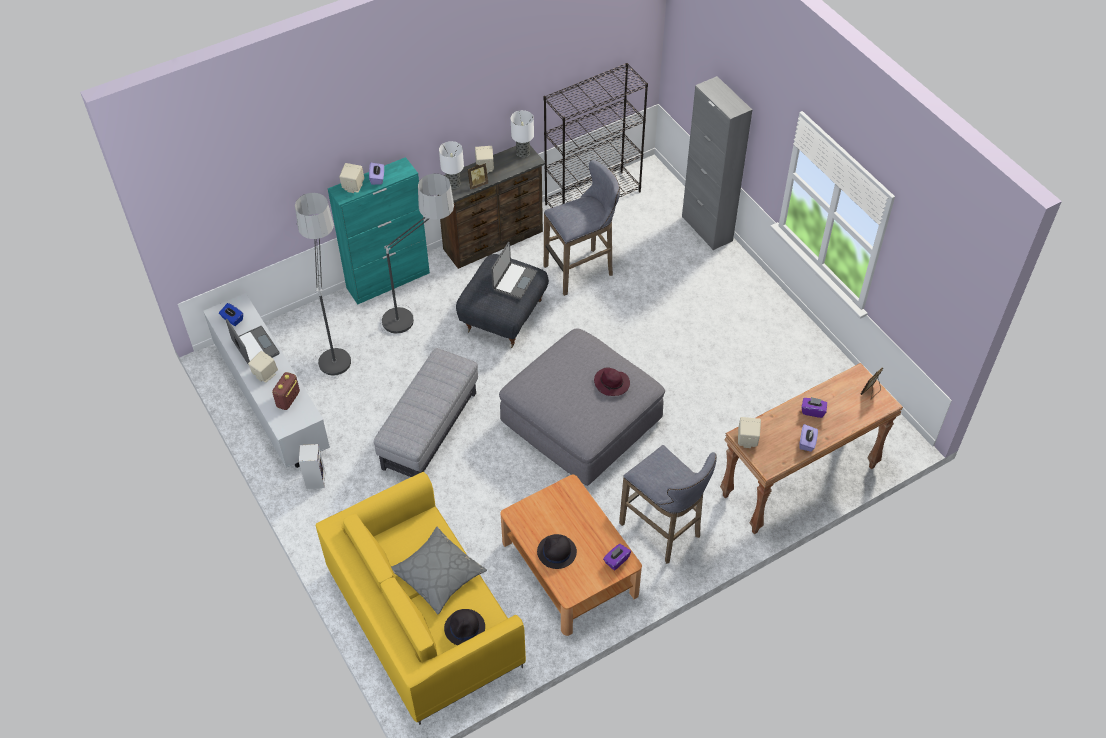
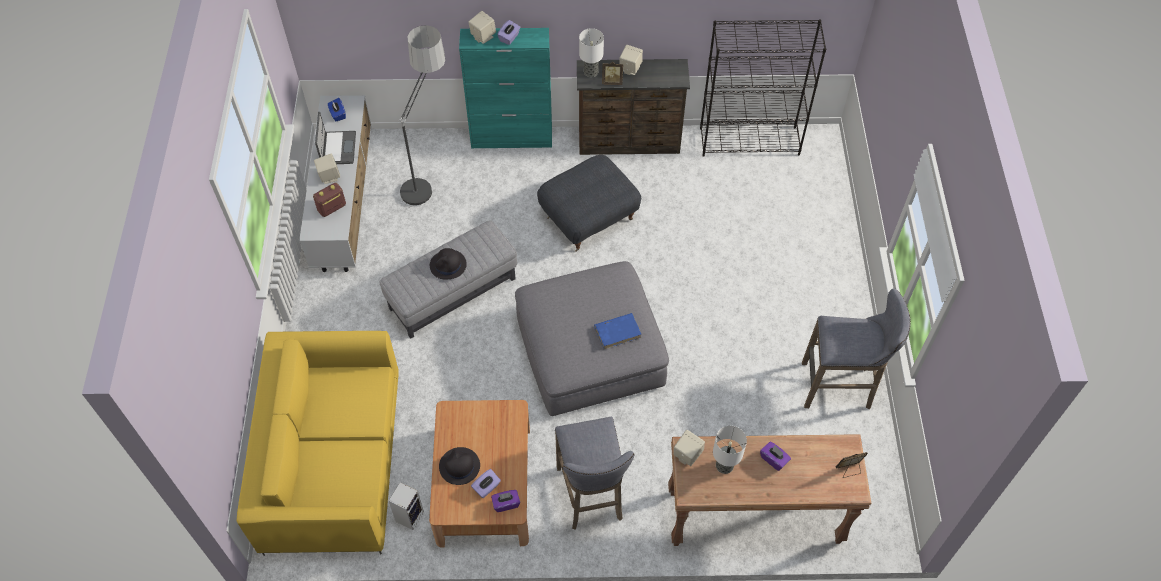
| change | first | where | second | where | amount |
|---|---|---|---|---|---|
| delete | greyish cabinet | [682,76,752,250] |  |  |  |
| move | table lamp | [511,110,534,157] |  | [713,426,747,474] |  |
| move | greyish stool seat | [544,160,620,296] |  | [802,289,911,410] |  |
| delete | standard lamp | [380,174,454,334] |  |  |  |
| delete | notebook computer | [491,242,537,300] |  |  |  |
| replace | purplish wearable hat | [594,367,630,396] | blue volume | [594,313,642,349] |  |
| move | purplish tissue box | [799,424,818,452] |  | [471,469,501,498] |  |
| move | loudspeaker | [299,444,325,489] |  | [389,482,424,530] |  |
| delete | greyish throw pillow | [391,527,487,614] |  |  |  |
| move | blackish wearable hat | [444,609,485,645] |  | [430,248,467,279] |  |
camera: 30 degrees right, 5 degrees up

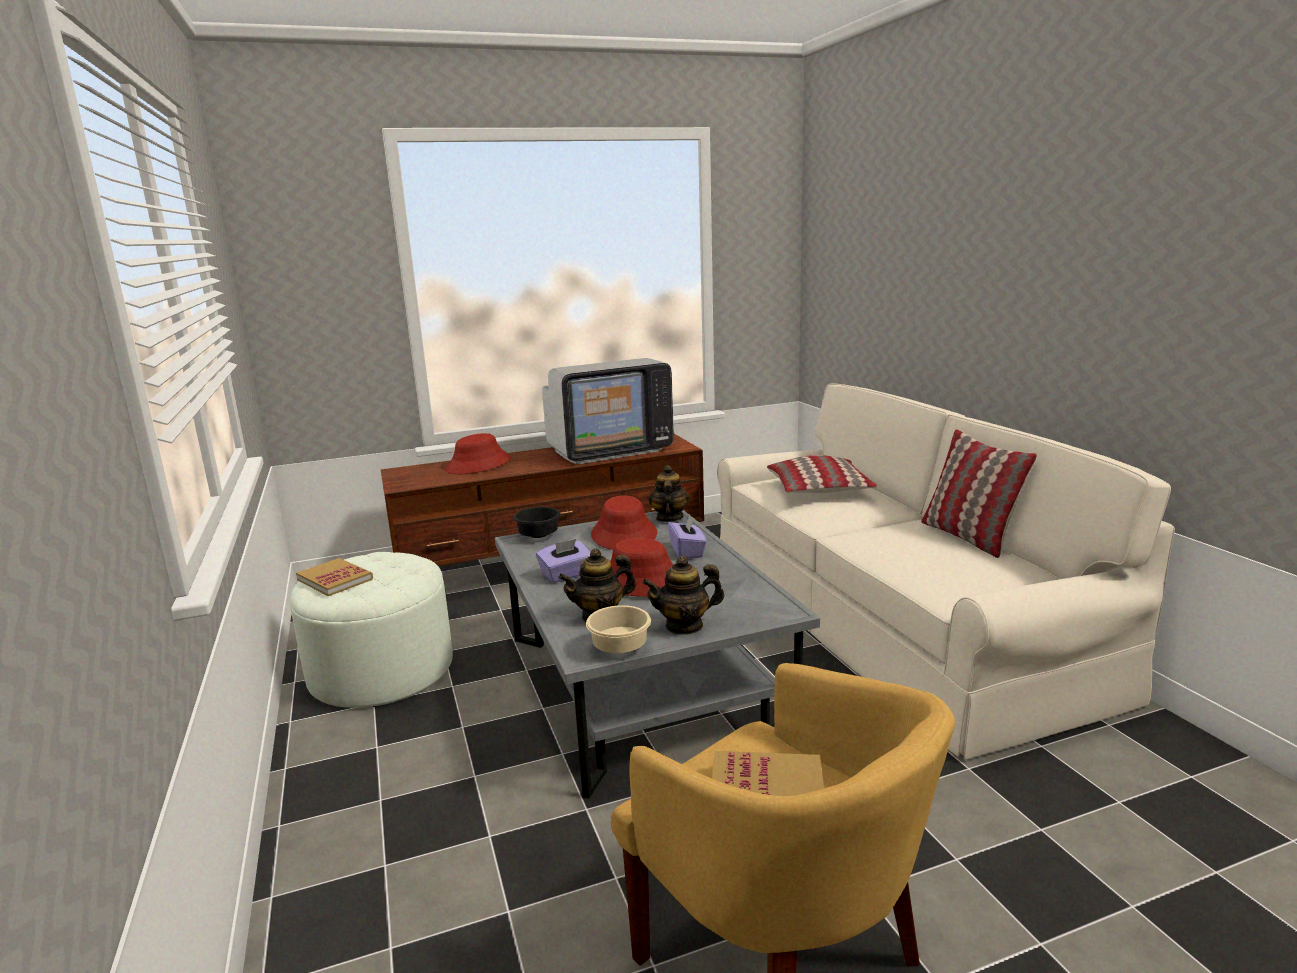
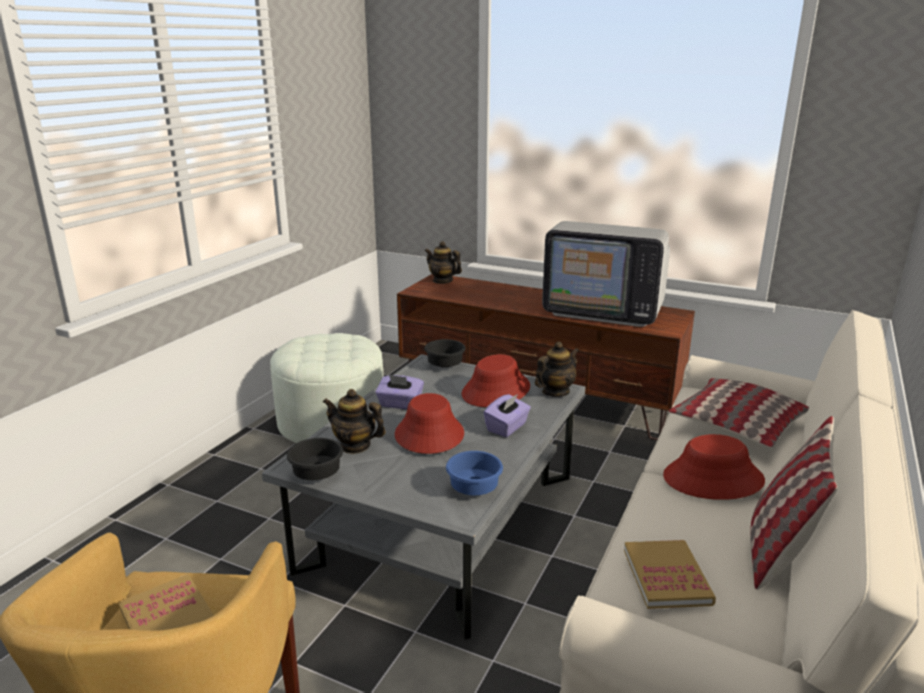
| change | first | where | second | where | amount |
|---|---|---|---|---|---|
| move | red wearable hat | [446,433,511,474] |  | [663,434,765,500] |  |
| move | teapot | [642,556,724,635] |  | [425,241,462,284] |  |
| move | volume | [296,558,373,596] |  | [624,540,716,609] |  |
| recolor | beige bowl | [586,605,651,653] | blackish bowl | [287,438,343,480] |  |
| insert |  |  | blue bowl | [446,451,503,495] |  |
camera: 45 degrees right, 5 degrees up

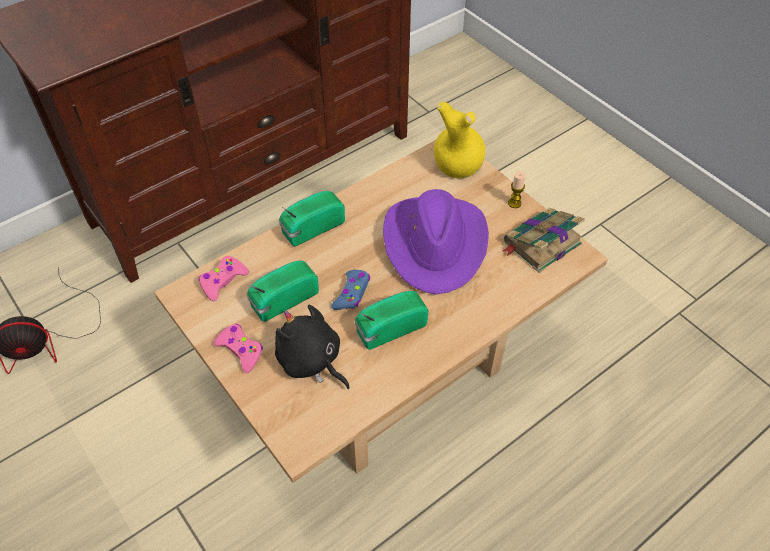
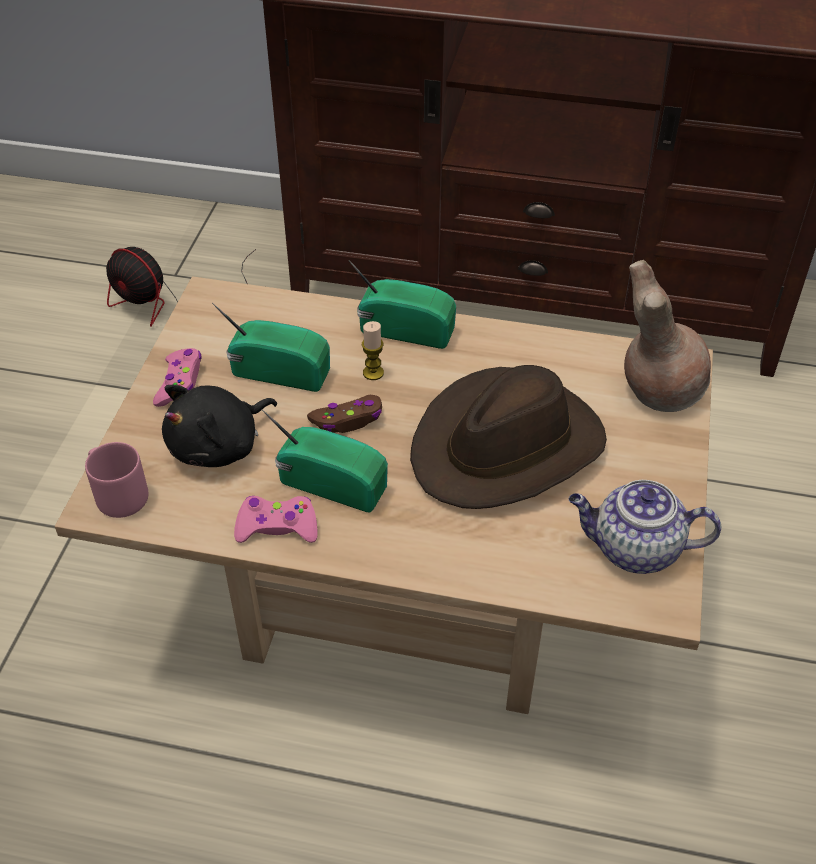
| change | first | where | second | where | amount |
|---|---|---|---|---|---|
| recolor | yellow-coloured flower vase | [434,101,485,179] | brown flower vase | [624,260,711,412] |  |
| move | candle | [508,171,526,208] |  | [362,321,384,380] |  |
| recolor | purplish wearable hat | [383,189,489,295] | brown wearable hat | [410,365,607,509] |  |
| replace | volume | [502,208,585,273] | teapot | [569,480,721,574] |  |
| move | pinkish gamepad | [198,256,249,301] |  | [234,496,318,543] |  |
| recolor | blue gamepad | [331,270,370,310] | brown gamepad | [307,395,382,433] |  |
| rotate | blackish soft toy | [275,305,350,389] |  | [162,385,277,467] | 135 degrees counterclockwise |
| insert |  |  | pinkish coffee mug | [85,442,149,518] |  |
camera: 50 degrees right, 5 degrees down

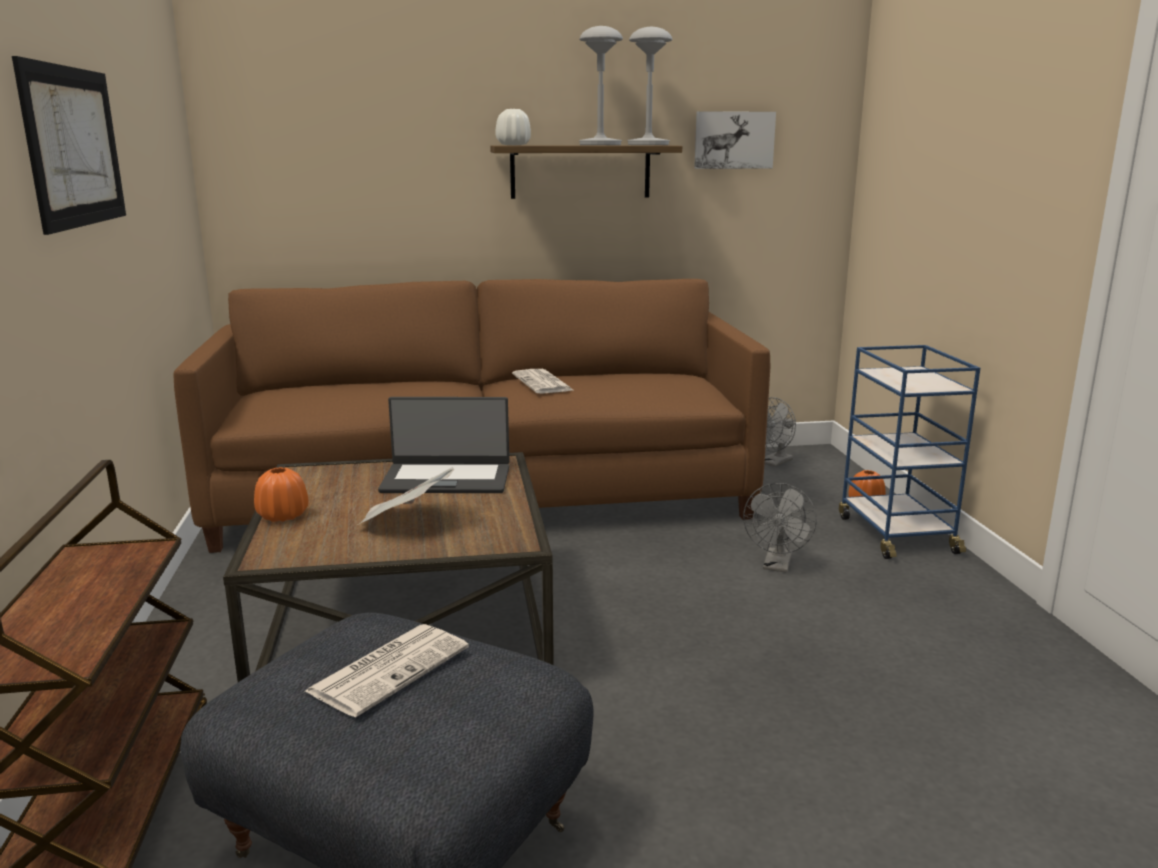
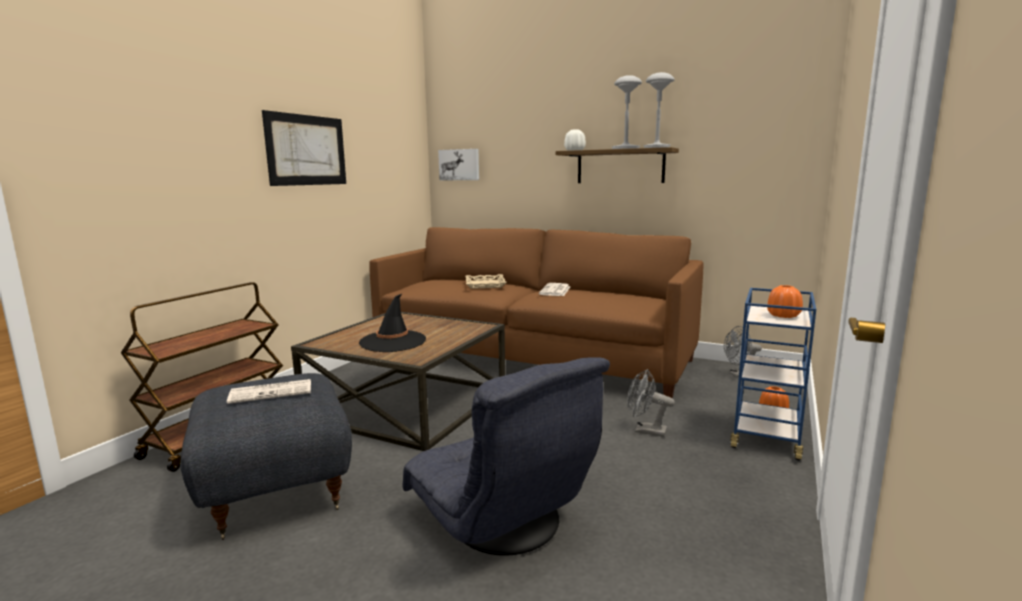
| change | first | where | second | where | amount |
|---|---|---|---|---|---|
| move | wall picture | [694,111,776,169] |  | [438,149,479,180] |  |
| delete | notebook computer | [378,397,509,493] |  |  |  |
| move | orangey flower vase | [254,467,309,522] |  | [767,285,803,318] |  |
| replace | newspaper | [359,468,454,524] | blackish wearable hat | [359,293,426,352] |  |
| rotate | greyish cooling fan | [743,483,817,573] |  | [627,369,675,437] | 60 degrees clockwise |
| insert |  |  | beige serving tray | [465,274,507,289] |  |
| insert |  |  | greyish armchair | [403,357,610,556] |  |
camera: 35 degrees right, 5 degrees down

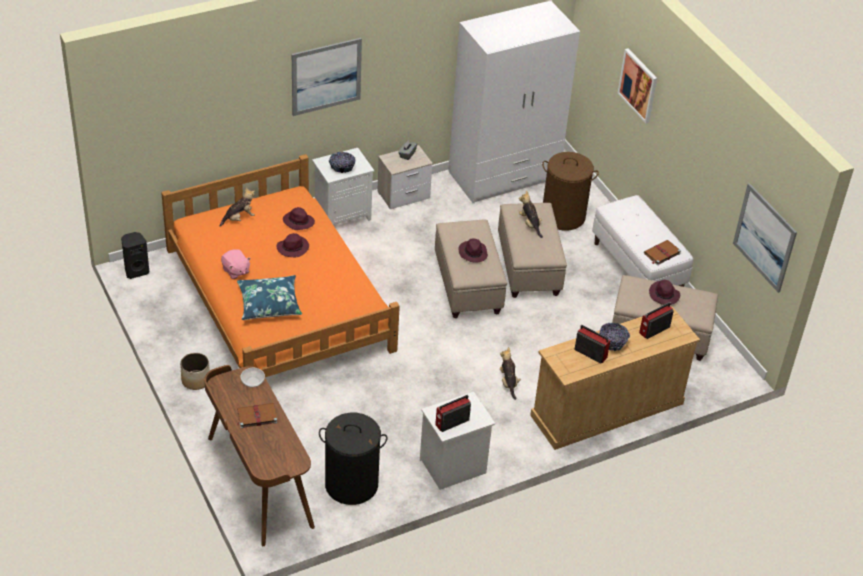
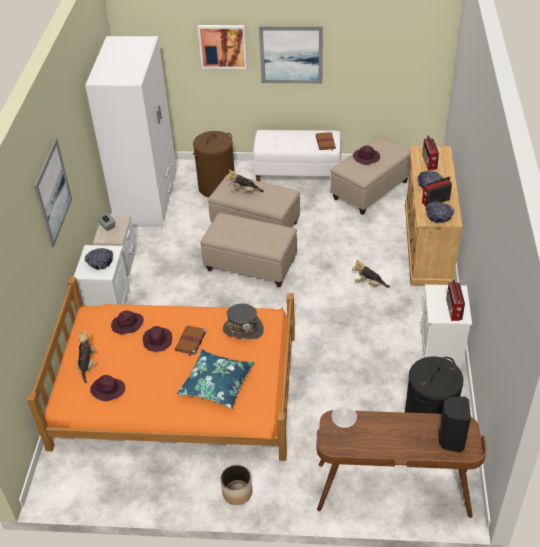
| change | first | where | second | where | amount |
|---|---|---|---|---|---|
| move | wall picture | [733,183,797,293] |  | [259,26,323,83] |  |
| move | blackish loudspeaker | [121,232,150,279] |  | [438,396,471,452] |  |
| move | purplish wearable hat | [458,239,488,263] |  | [90,375,125,401] |  |
| delete | pinkish soft toy | [221,249,251,279] |  |  |  |
| move | brown volume | [236,403,277,428] |  | [175,326,206,357] |  |
| insert |  |  | bowl | [426,202,454,223] |  |
| insert |  |  | greyish wearable hat | [223,304,264,339] |  |
camera: 55 degrees left, 0 degrees up

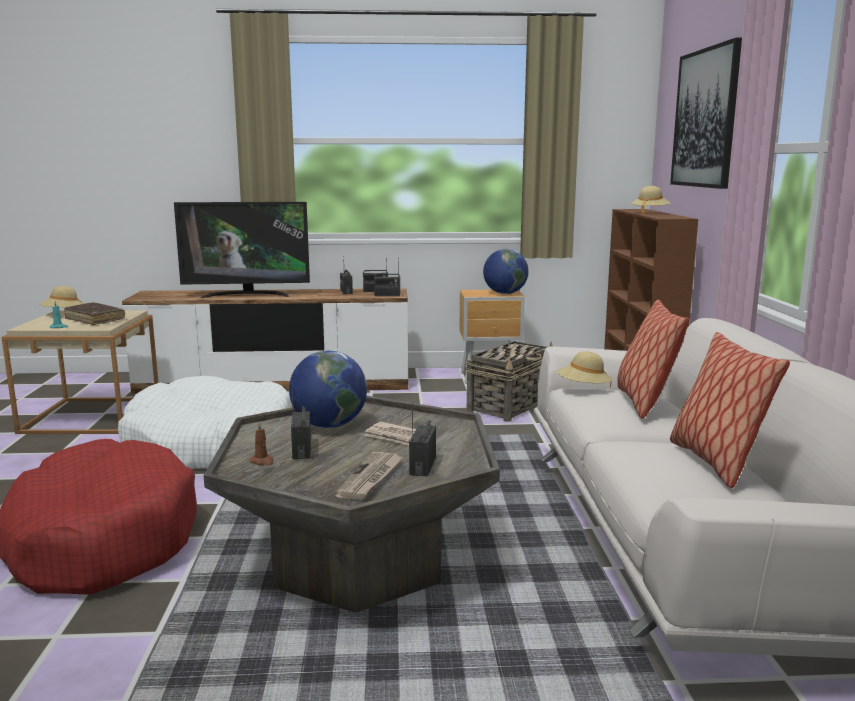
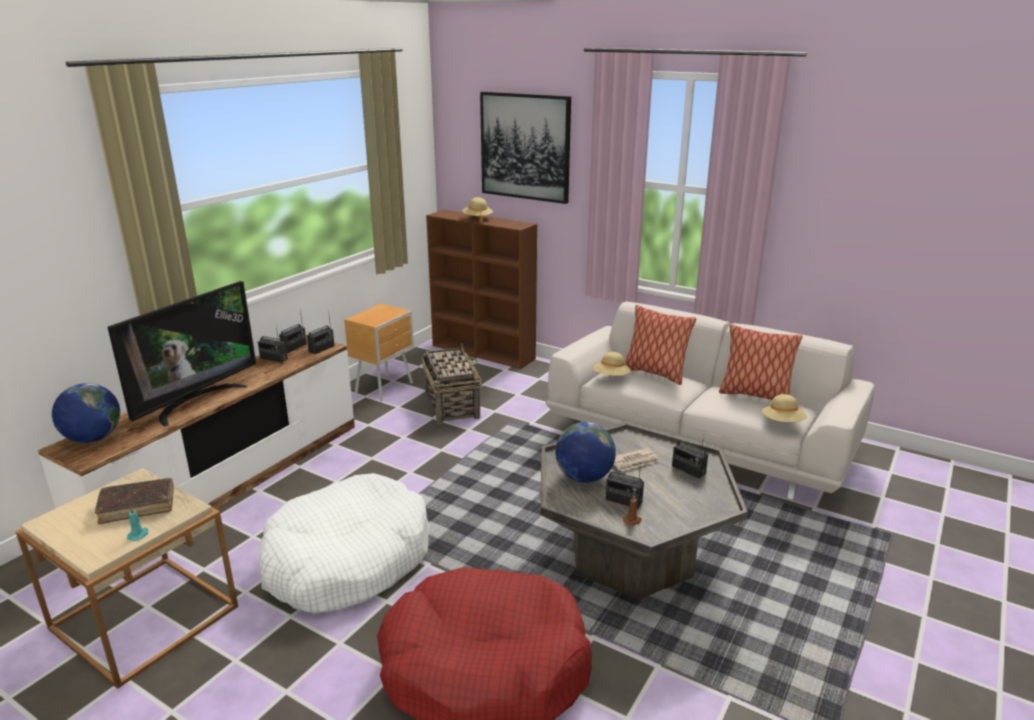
| change | first | where | second | where | amount |
|---|---|---|---|---|---|
| move | world globe | [483,249,529,294] |  | [52,383,120,443] |  |
| move | beige wearable hat | [40,286,84,307] |  | [762,394,807,422] |  |
| delete | newspaper | [335,452,403,500] |  |  |  |
camera: 55 degrees left, 10 degrees up

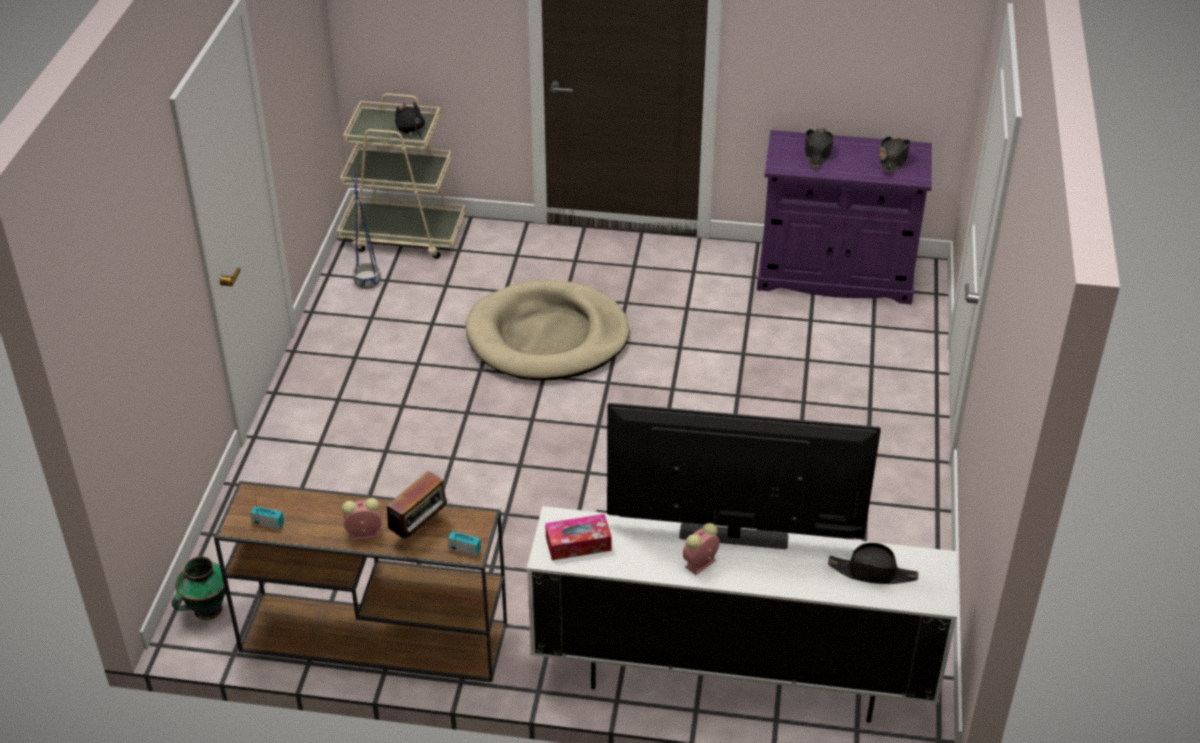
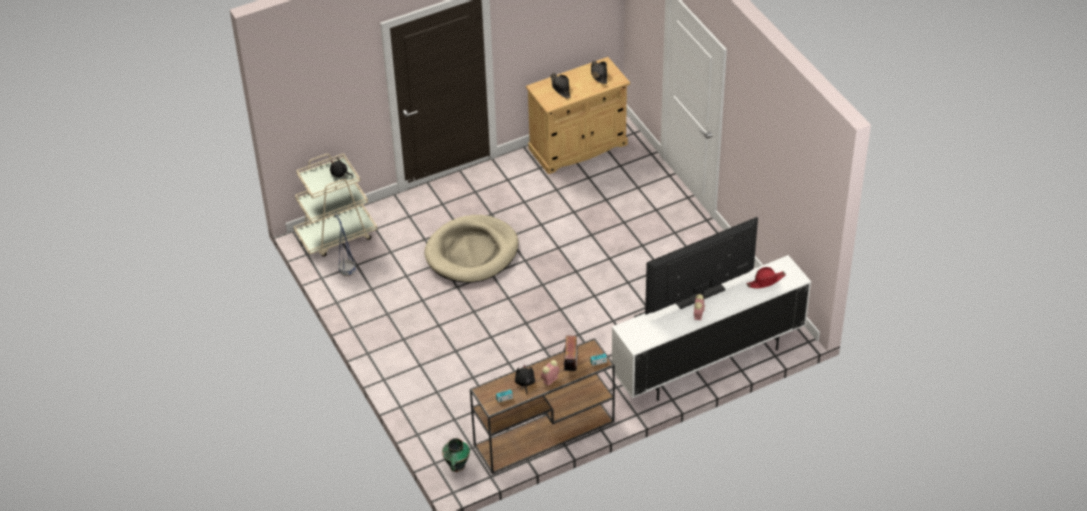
| change | first | where | second | where | amount |
|---|---|---|---|---|---|
| recolor | purplish cabinet | [757,130,932,304] | beige cabinet | [526,57,630,174] |  |
| delete | tissue box | [545,514,612,560] |  |  |  |
| recolor | blackish wearable hat | [828,543,918,584] | red wearable hat | [747,267,786,288] |  |
| insert |  |  | blackish soft toy | [515,364,535,394] |  |
camera: 35 degrees left, 5 degrees up

